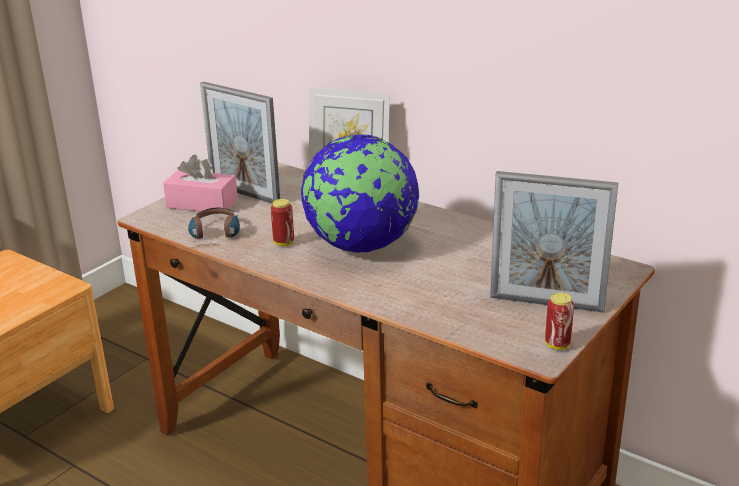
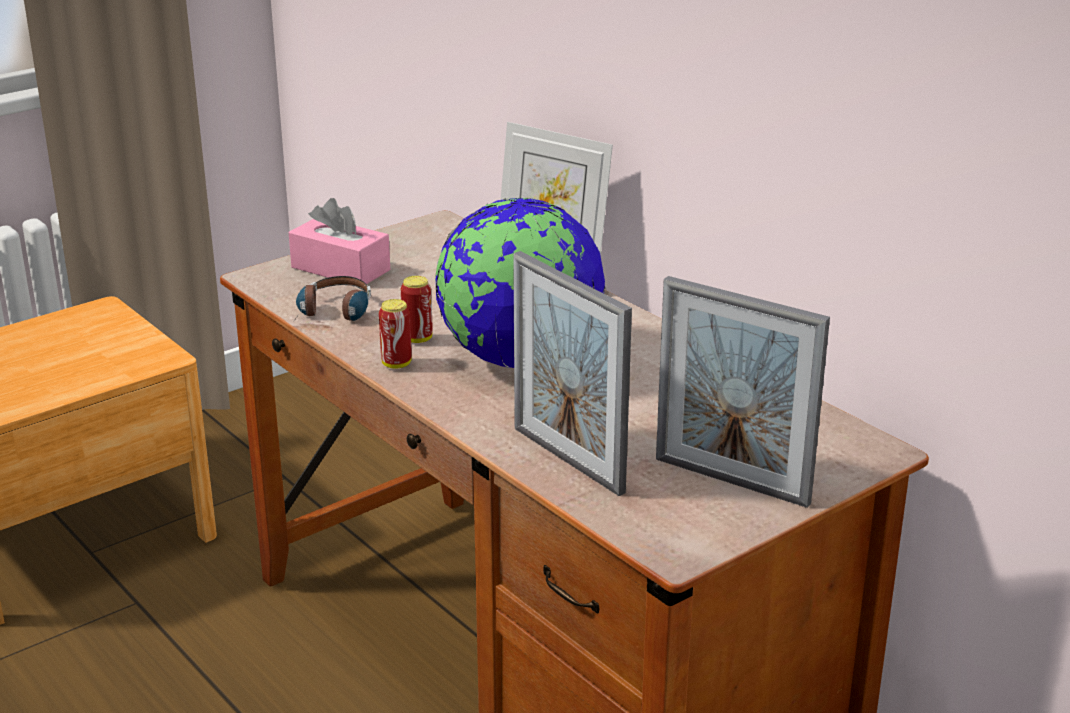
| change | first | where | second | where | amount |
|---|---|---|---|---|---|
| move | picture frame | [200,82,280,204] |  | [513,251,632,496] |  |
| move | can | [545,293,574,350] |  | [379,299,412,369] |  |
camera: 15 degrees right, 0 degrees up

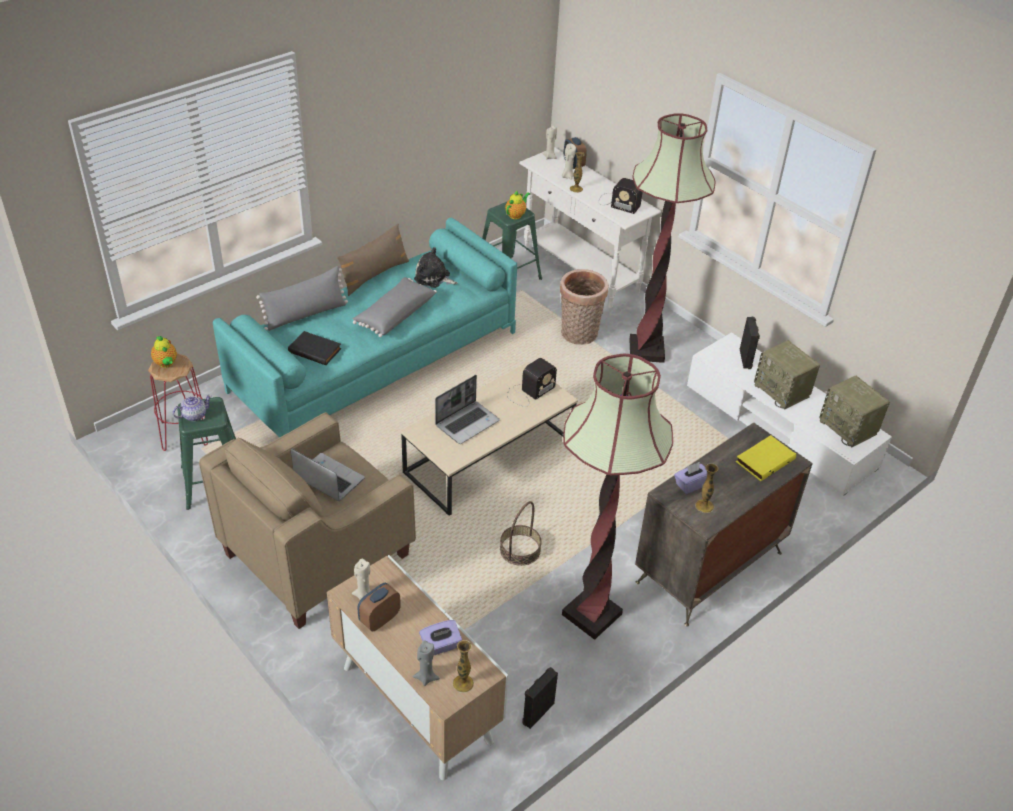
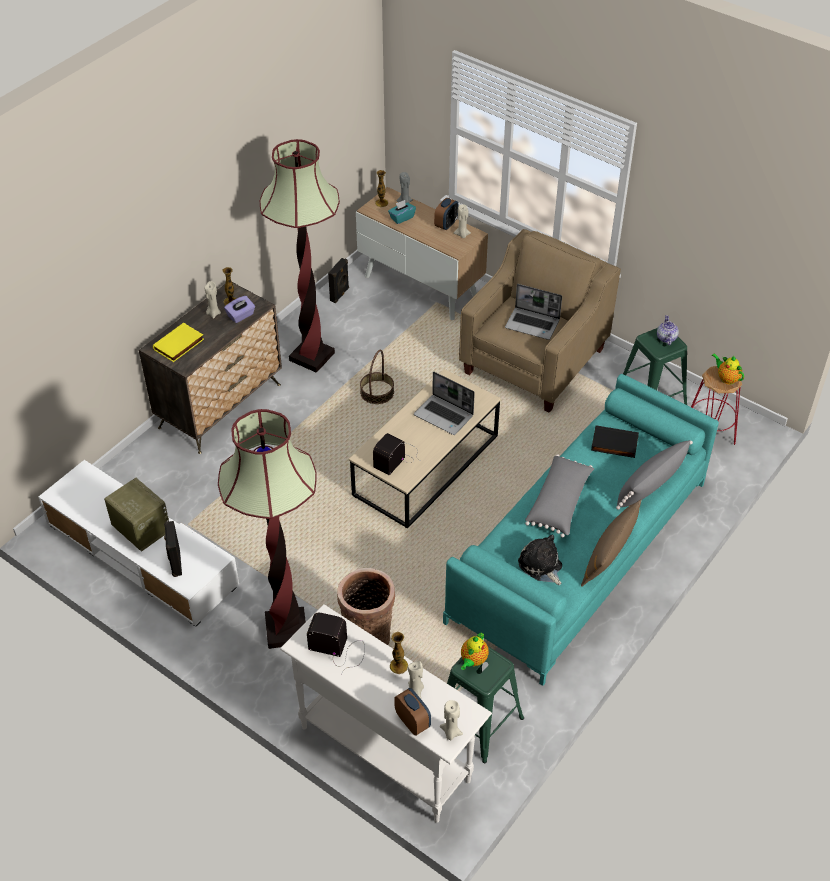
| change | first | where | second | where | amount |
|---|---|---|---|---|---|
| rotate | soft toy | [414,247,458,288] |  | [518,535,562,585] | 135 degrees counterclockwise |
| rotate | notebook computer | [435,375,500,444] |  | [414,372,475,435] | 90 degrees counterclockwise |
| delete | radio receiver | [819,376,890,447] |  |  |  |
| rotate | teapot | [173,395,212,421] |  | [657,315,679,345] | 135 degrees clockwise |
| recolor | purplish tissue box | [419,620,462,656] | turquoise-coloured tissue box | [388,200,416,224] |  |
| insert |  |  | beige candle | [204,281,221,319] |  |
camera: 170 degrees right, 5 degrees up

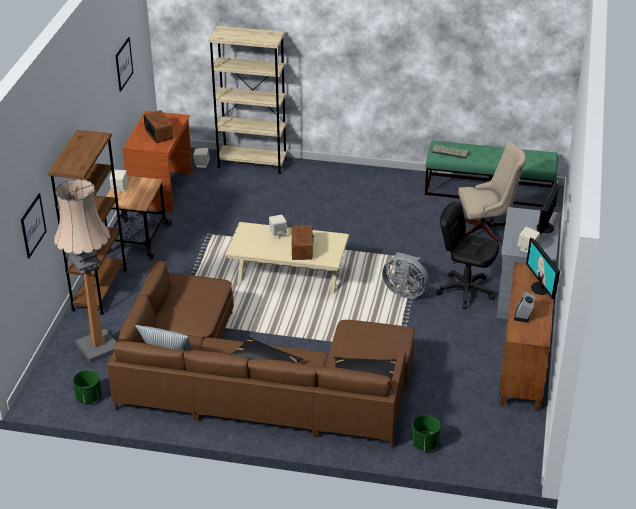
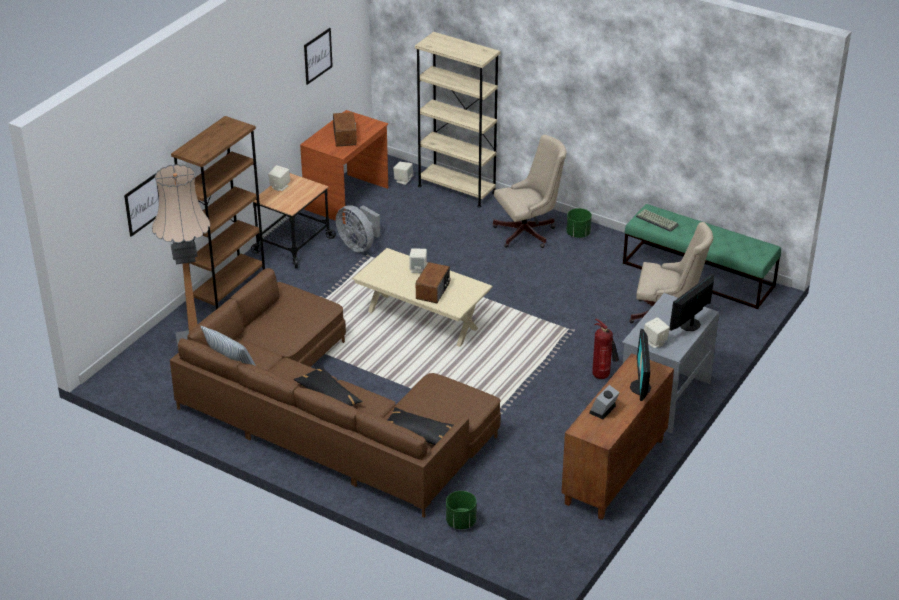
| change | first | where | second | where | amount |
|---|---|---|---|---|---|
| replace | blackish computer chair | [436,202,499,309] | fire-fighting cylinder | [592,319,619,379] |  |
| move | greyish cooling fan | [382,252,429,298] |  | [336,205,380,252] |  |
| move | greenish flower pot | [73,370,102,404] |  | [566,208,592,238] |  |
| insert |  |  | beige computer chair | [493,135,566,248] |  |
camera: 20 degrees right, 0 degrees up

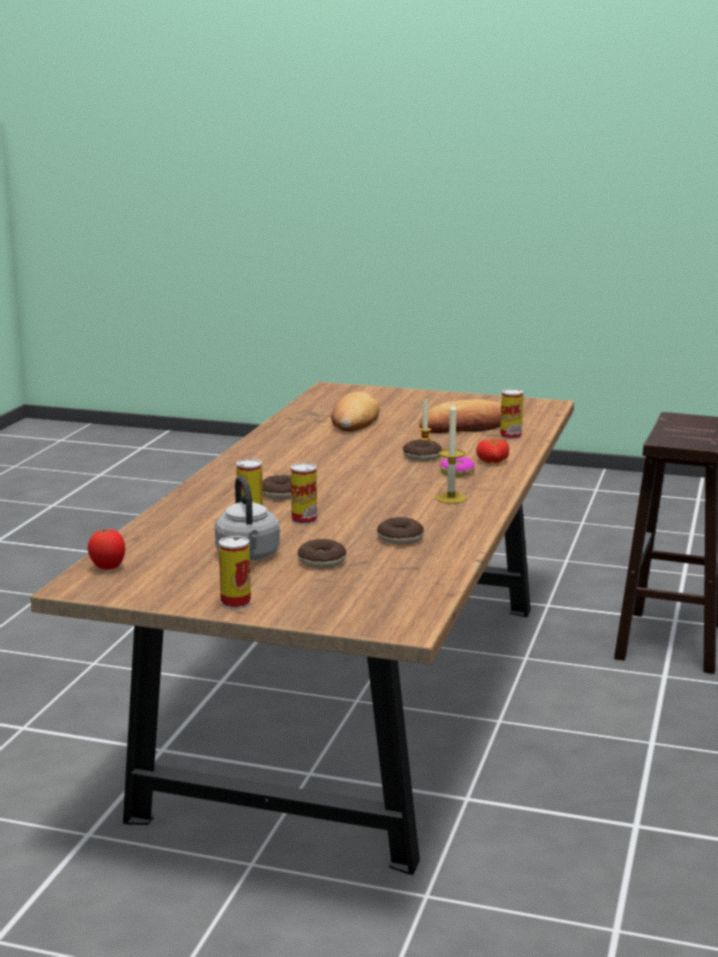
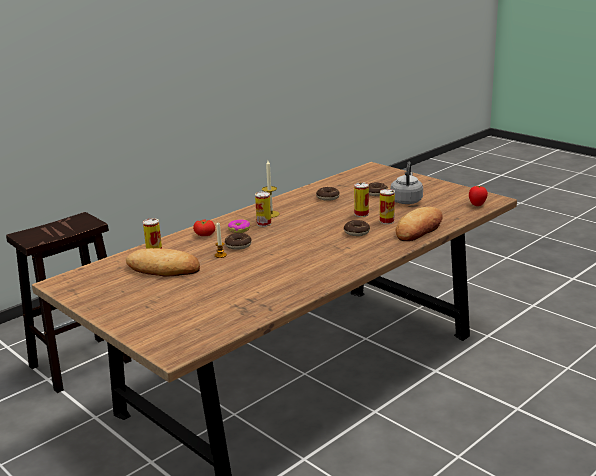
| change | first | where | second | where | amount |
|---|---|---|---|---|---|
| move | bakery bread | [331,392,380,431] |  | [396,207,443,241] |  |
| move | can | [219,536,251,609] |  | [255,191,271,227] |  |
camera: 150 degrees left, 5 degrees up

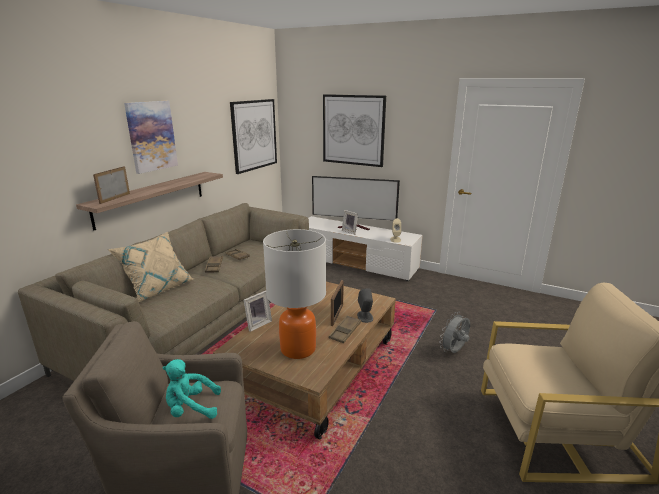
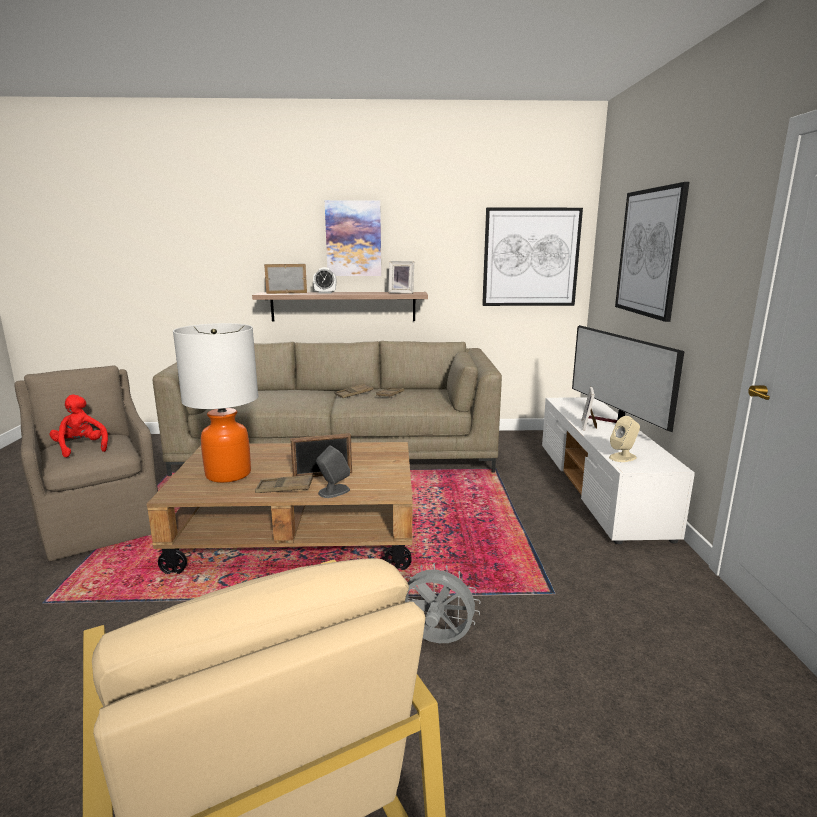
| change | first | where | second | where | amount |
|---|---|---|---|---|---|
| delete | beige throw pillow | [108,232,193,302] |  |  |  |
| move | picture frame | [244,291,272,332] |  | [388,261,414,294] |  |
| recolor | turquoise-coloured soft toy | [163,359,221,419] | red soft toy | [50,395,108,457] |  |
| insert |  |  | bedside clock | [313,267,336,293] |  |
camera: 60 degrees right, 5 degrees down

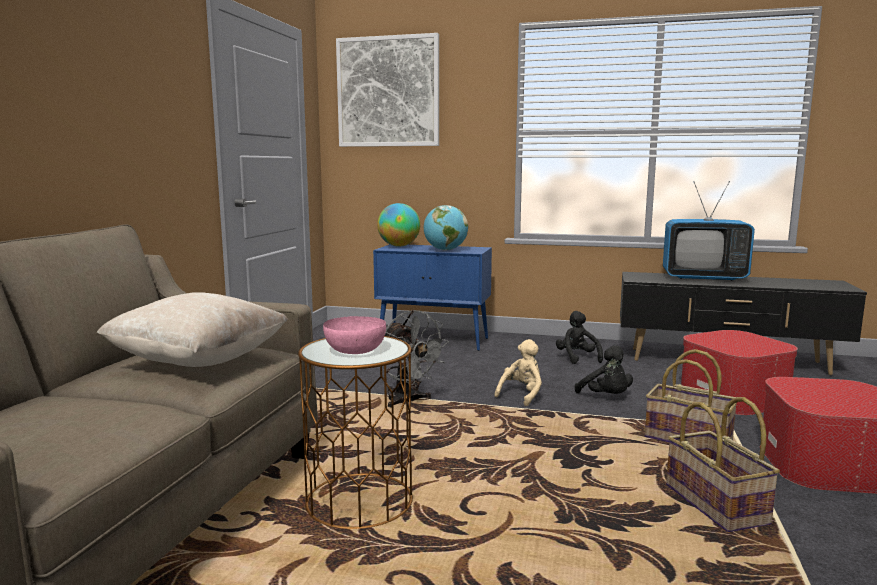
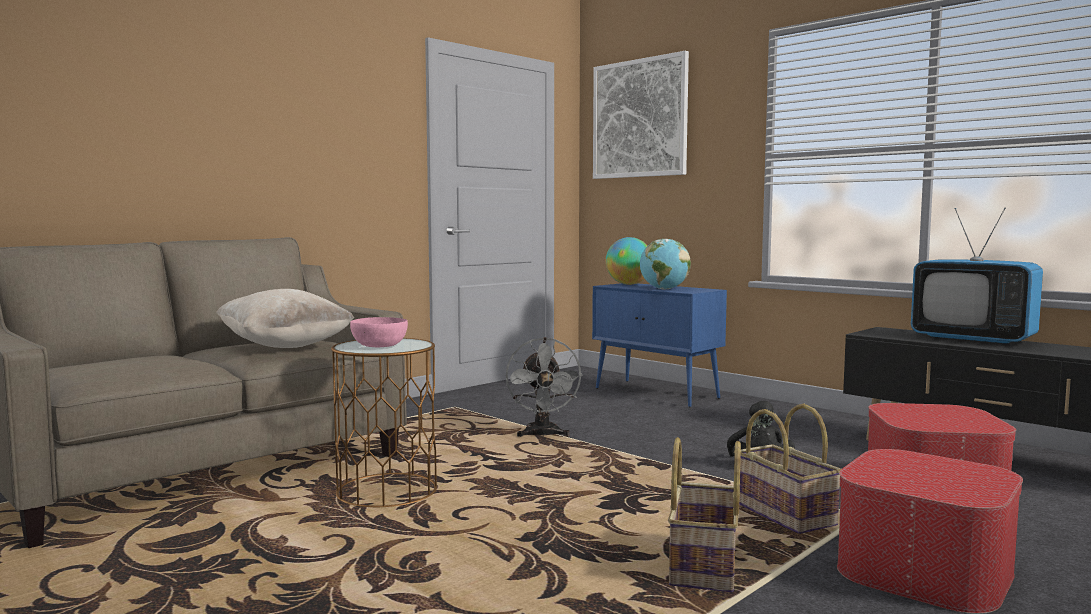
| change | first | where | second | where | amount |
|---|---|---|---|---|---|
| delete | blackish soft toy | [556,311,603,364] |  |  |  |
| delete | beige soft toy | [494,339,542,406] |  |  |  |
camera: 30 degrees right, 5 degrees down

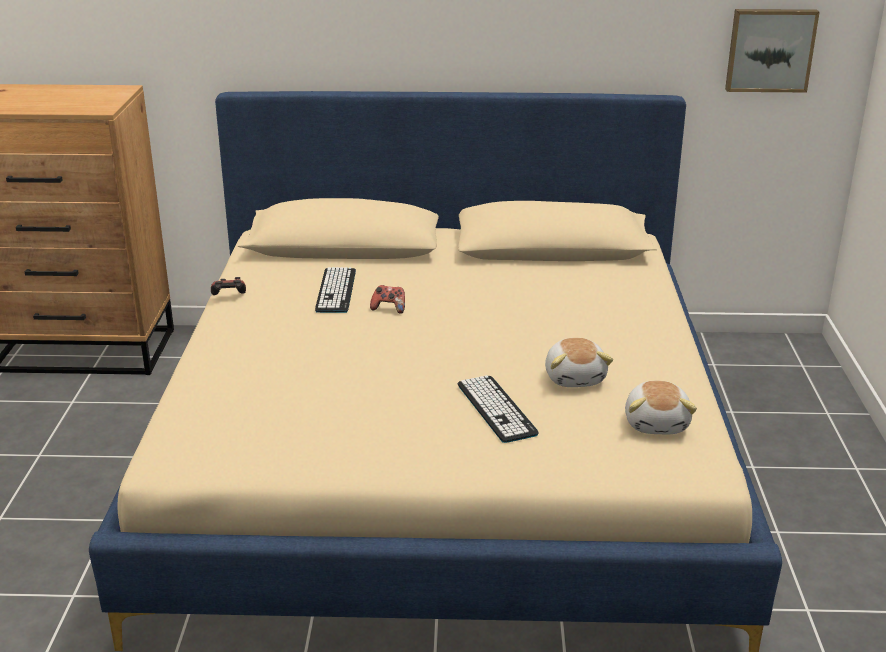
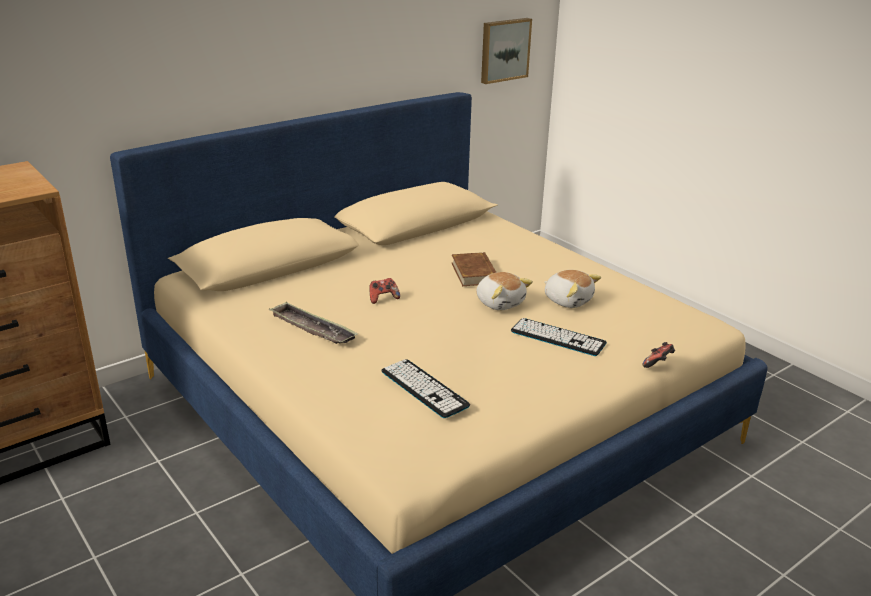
| change | first | where | second | where | amount |
|---|---|---|---|---|---|
| move | PC keyboard | [315,267,356,313] |  | [381,359,470,418] |  |
| move | gamepad | [211,277,246,295] |  | [643,342,675,368] |  |
| move | soft toy | [625,381,697,434] |  | [476,272,533,310] |  |
| insert |  |  | brown volume | [452,252,497,286] |  |
| insert |  |  | serving tray | [269,301,358,344] |  |
camera: 40 degrees left, 0 degrees up

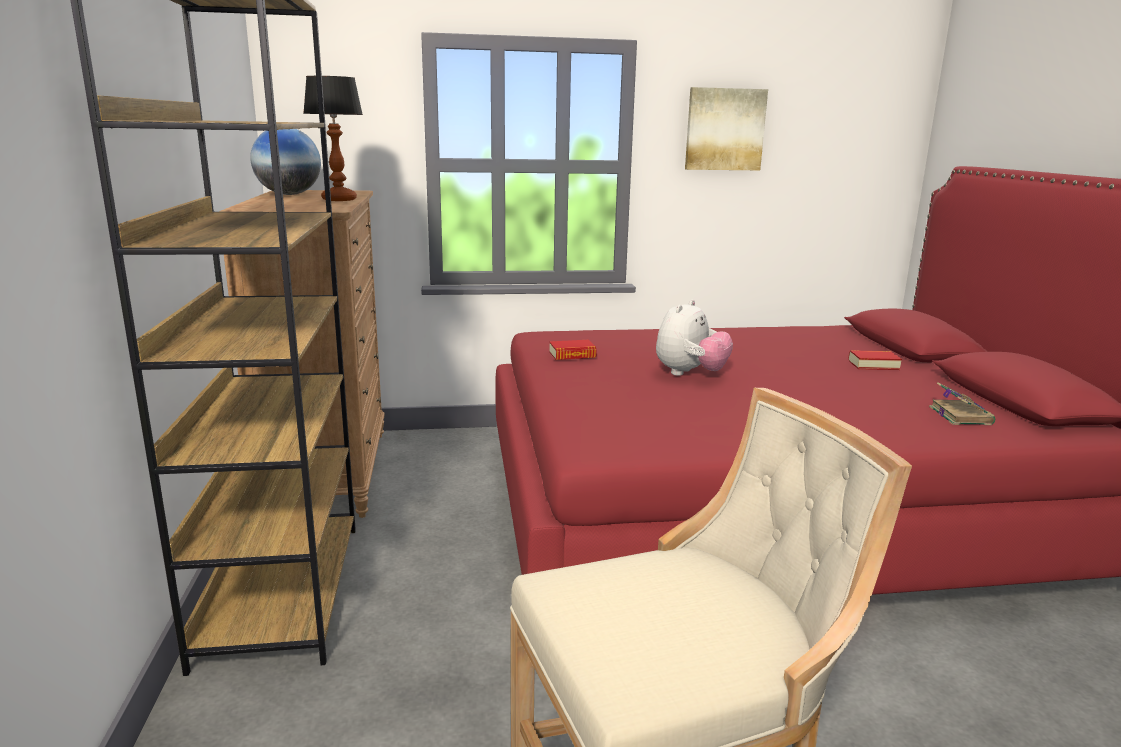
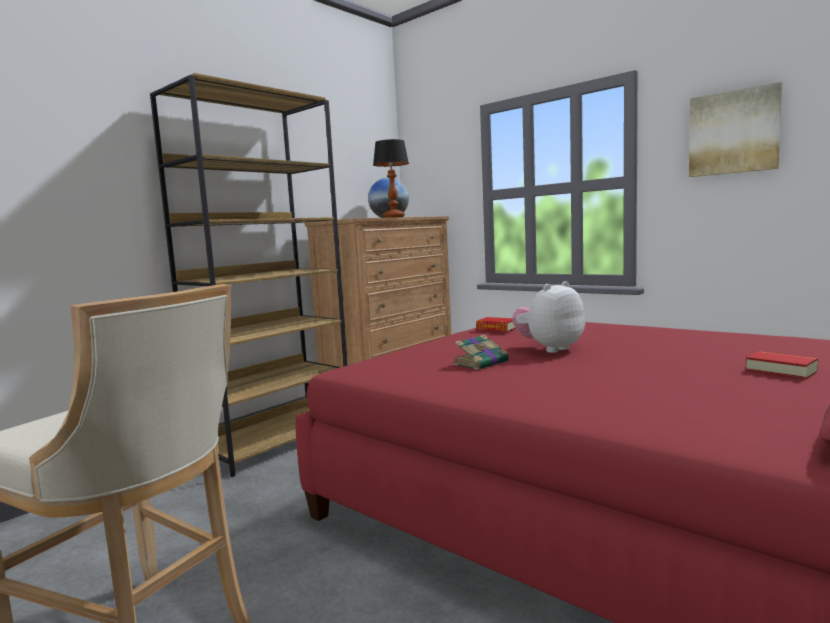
| change | first | where | second | where | amount |
|---|---|---|---|---|---|
| rotate | soft toy | [656,300,733,376] |  | [512,281,585,353] | 150 degrees clockwise |
| move | volume | [929,382,995,425] |  | [453,335,509,370] |  |
camera: 50 degrees right, 10 degrees down

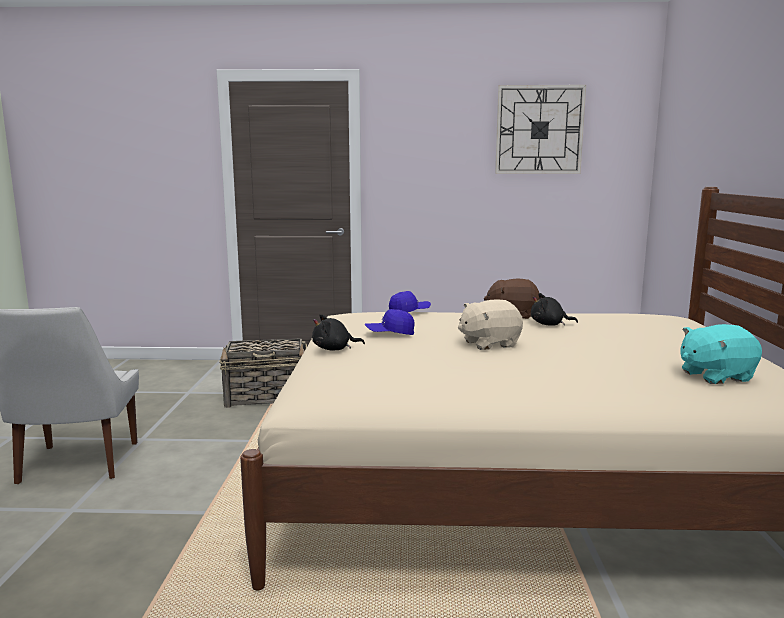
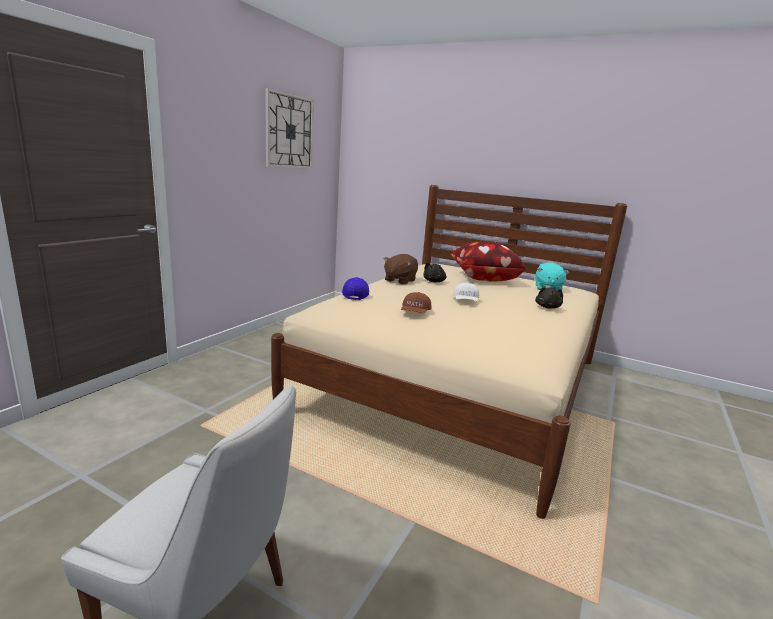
| change | first | where | second | where | amount |
|---|---|---|---|---|---|
| replace | beige soft toy | [458,300,523,350] | whitish cap | [453,282,479,301] |  |
| recolor | blue cap | [365,309,415,335] | brown cap | [401,292,432,314] |  |
| move | blackish soft toy | [312,314,365,350] |  | [535,286,563,309] |  |
| delete | storage basket | [219,338,307,408] |  |  |  |
| insert |  |  | throw pillow | [451,241,526,281] |  |
camera: 65 degrees left, 5 degrees up

